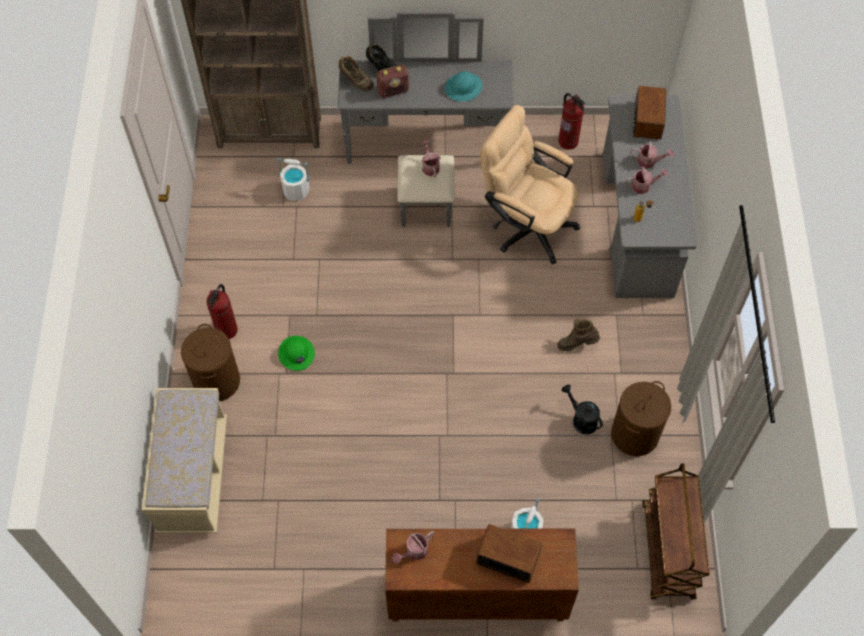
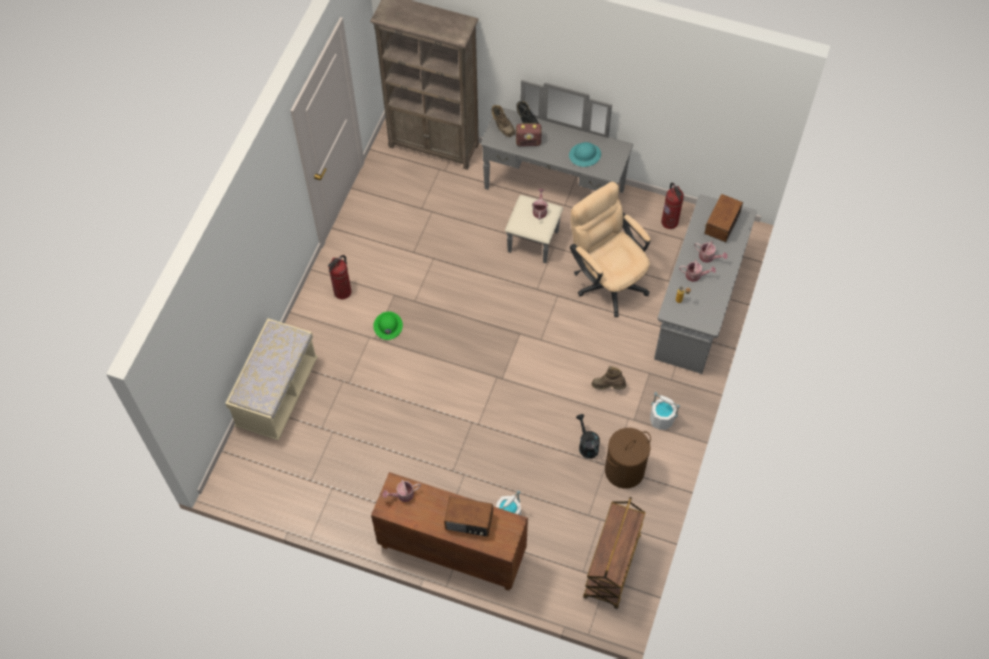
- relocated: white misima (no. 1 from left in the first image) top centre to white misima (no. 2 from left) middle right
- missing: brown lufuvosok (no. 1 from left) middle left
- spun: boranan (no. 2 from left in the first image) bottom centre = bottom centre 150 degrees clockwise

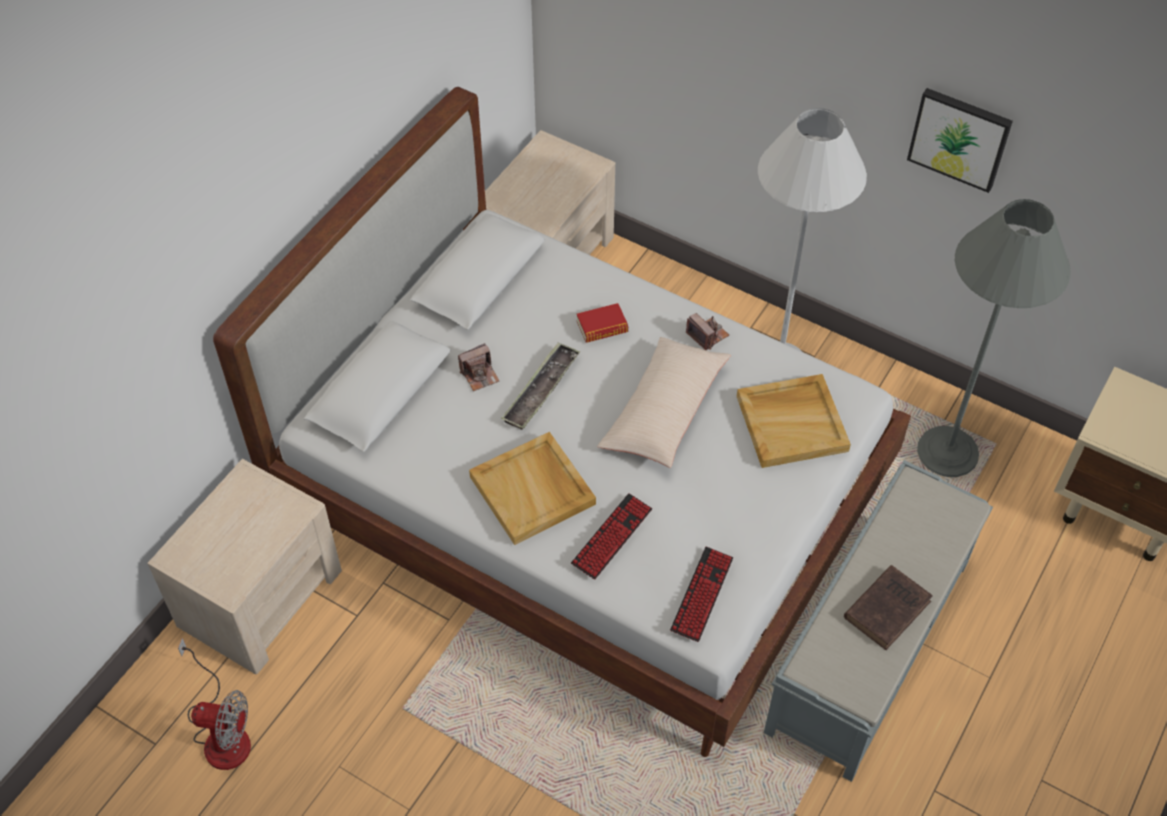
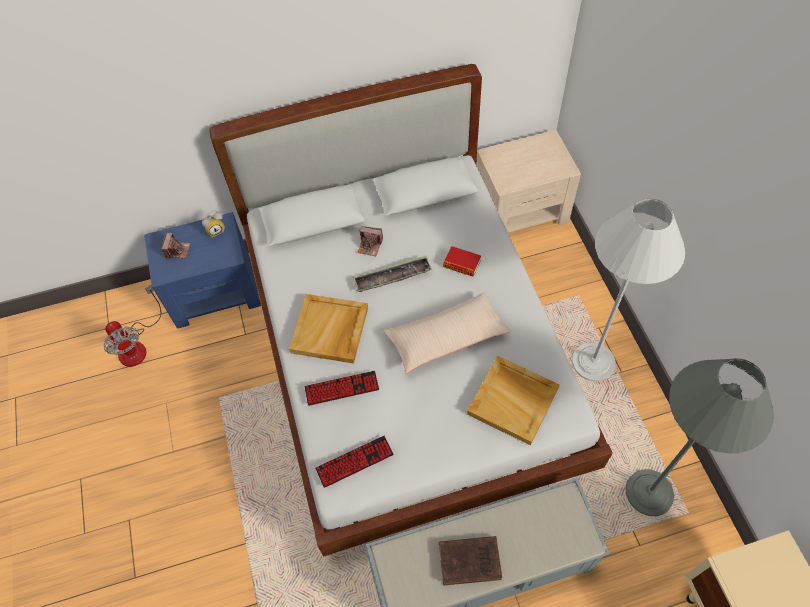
- missing: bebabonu top right
- relocated: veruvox (no. 2 from left in the first image) centre to veruvox (no. 1 from left) middle left
- colour: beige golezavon (no. 1 from left) bottom left to blue golezavon middle left
- appeared: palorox middle left

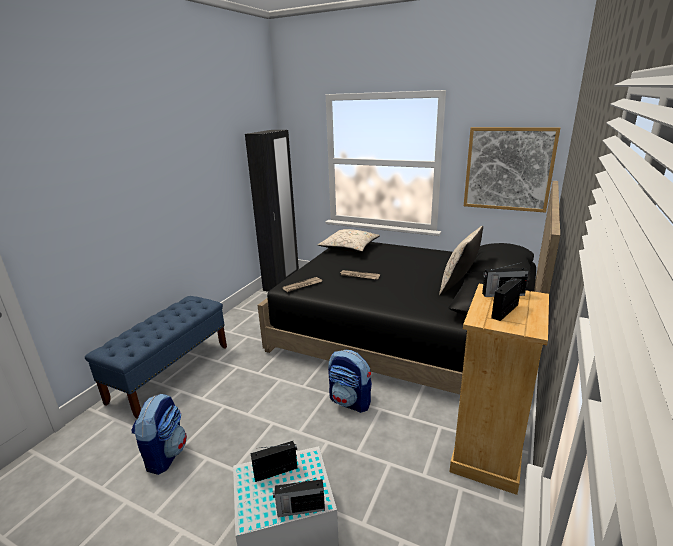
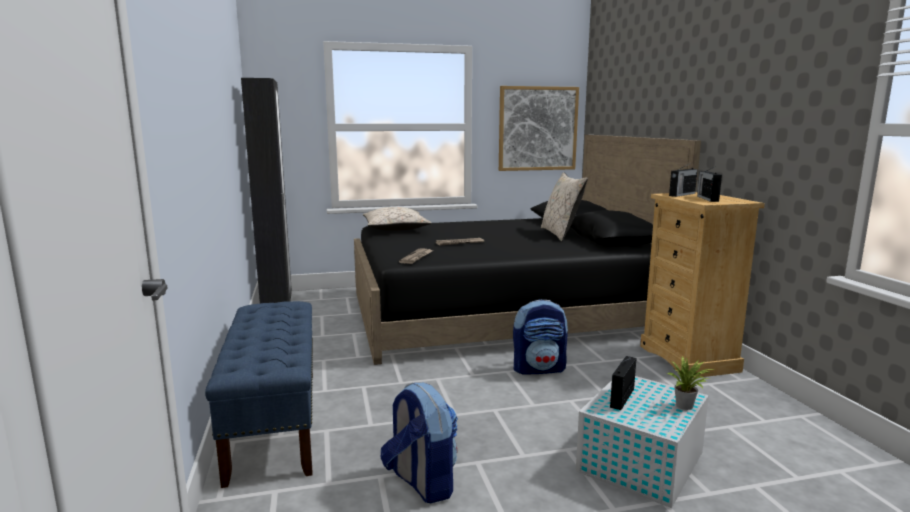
- exchanged: boranan (no. 2 from left) bottom centre to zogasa bottom right

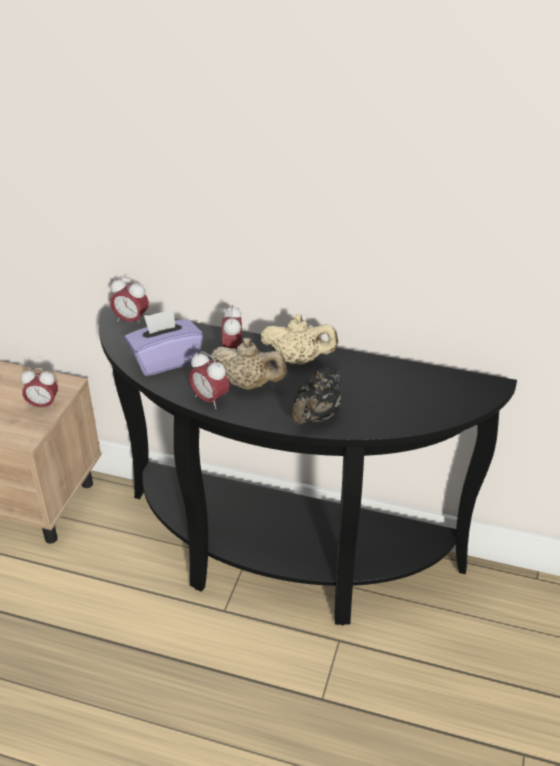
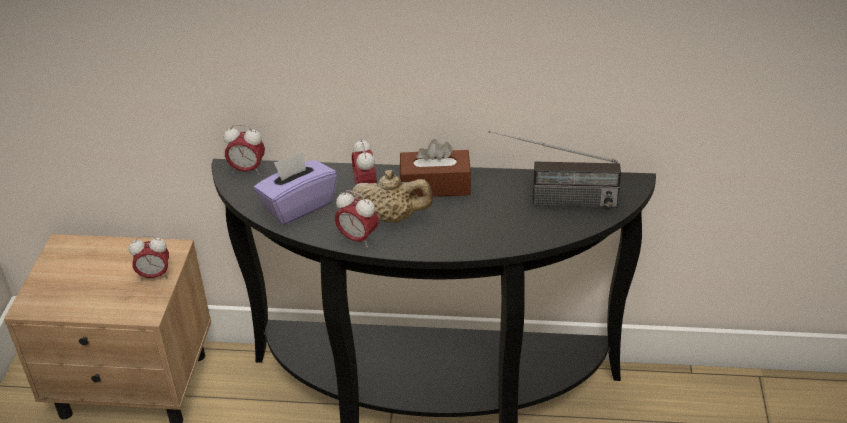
- exchanged: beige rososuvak (no. 2 from left) centre to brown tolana centre
- missing: black rososuvak centre
- appeared: boranan centre

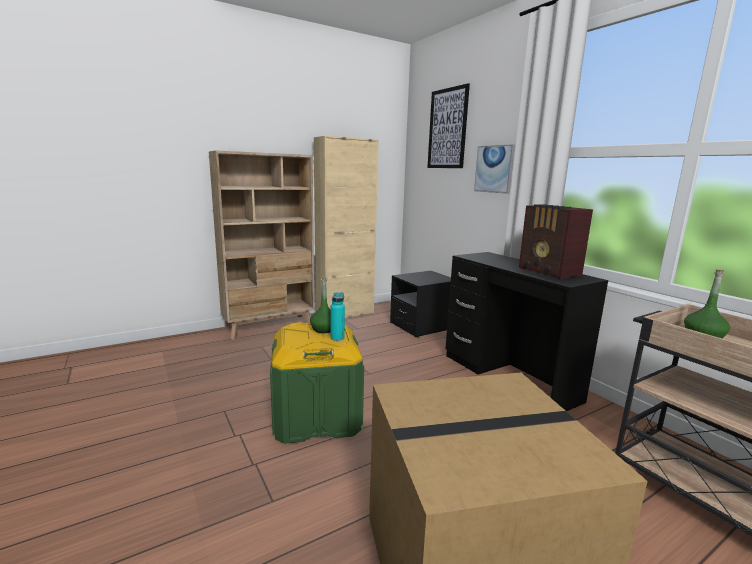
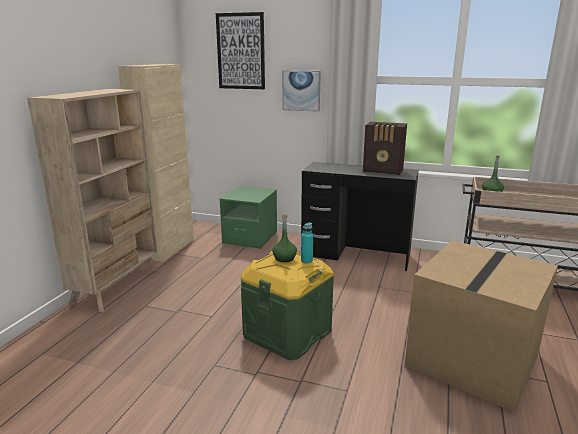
- colour: black golezavon centre to green golezavon centre

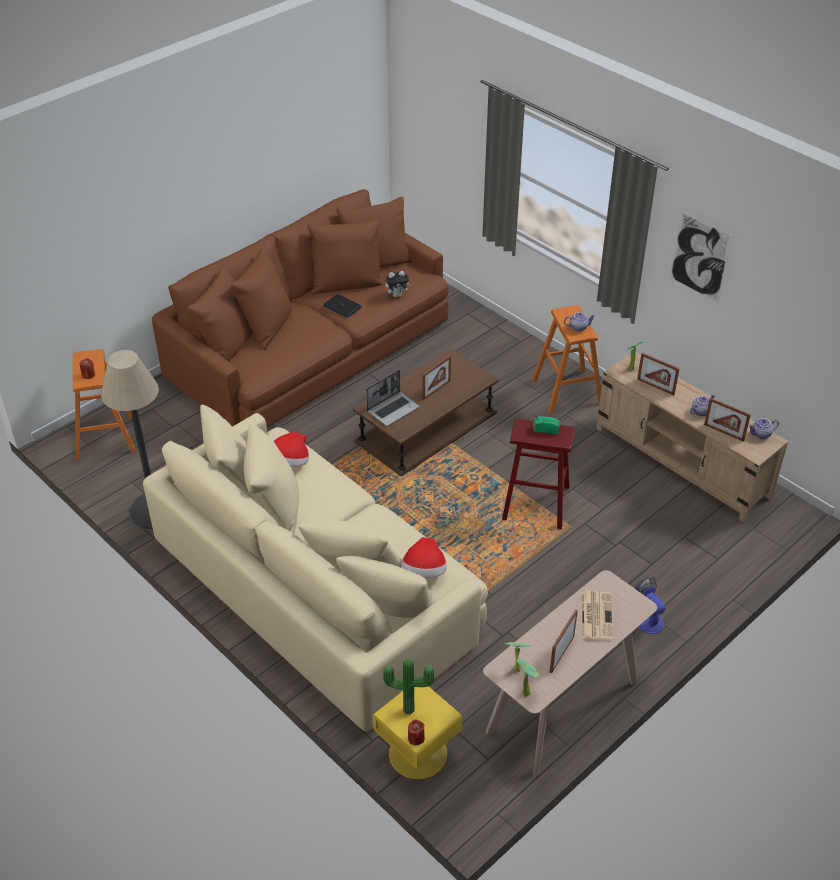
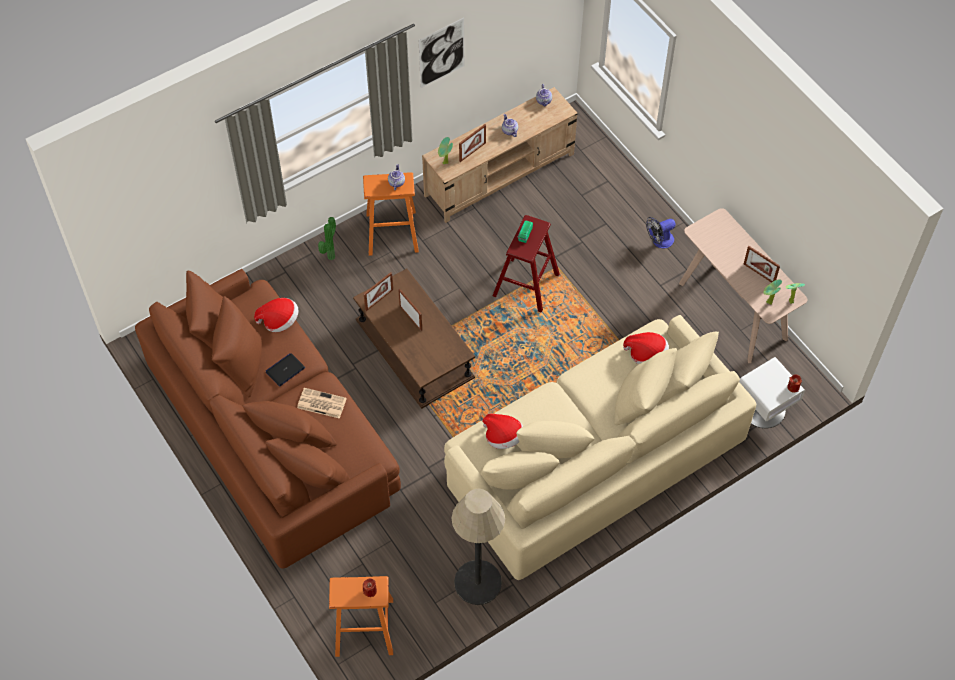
- exchanged: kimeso top centre to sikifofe (no. 1 from left) middle left
- missing: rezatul (no. 2 from left) centre
- relocated: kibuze (no. 4 from left in the first image) middle right to kibuze (no. 1 from left) centre
- relocated: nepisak bottom right to centre
- relocated: zogasa (no. 1 from left) bottom centre to centre
- colour: yellow golezavon bottom centre to white golezavon middle right

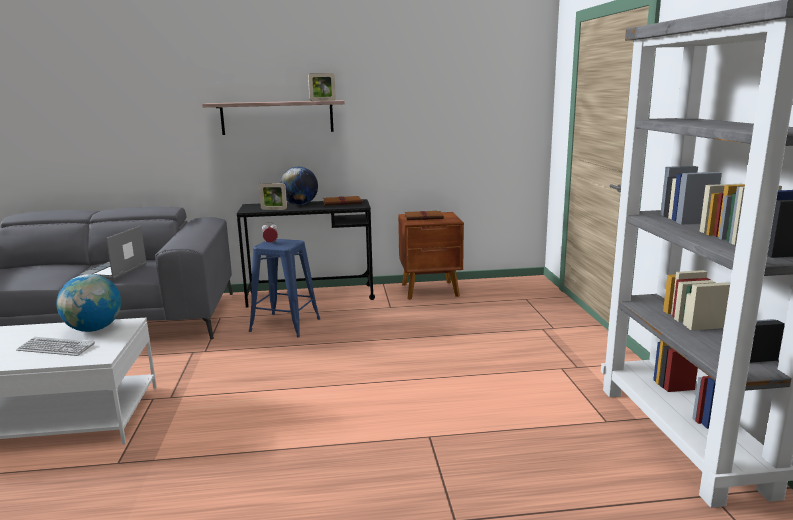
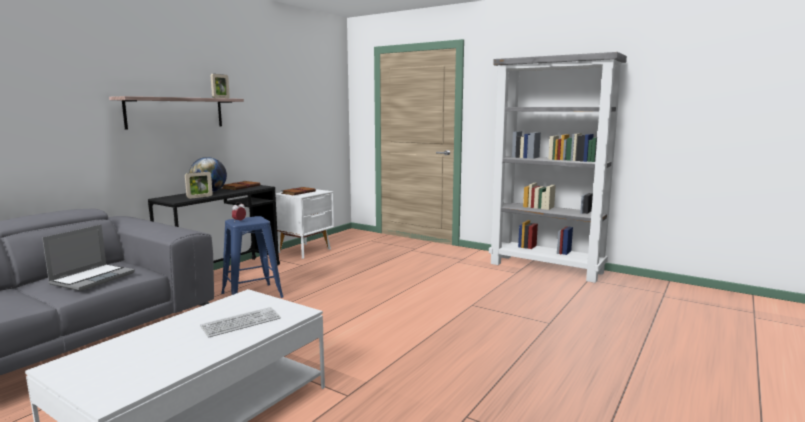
- colour: brown golezavon centre to white golezavon centre
- spun: rezatul middle left = middle left 120 degrees counterclockwise
- missing: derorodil (no. 1 from left) middle left

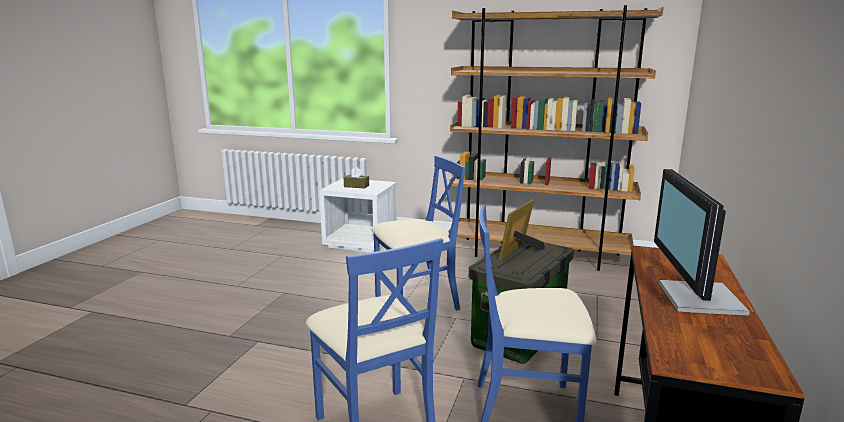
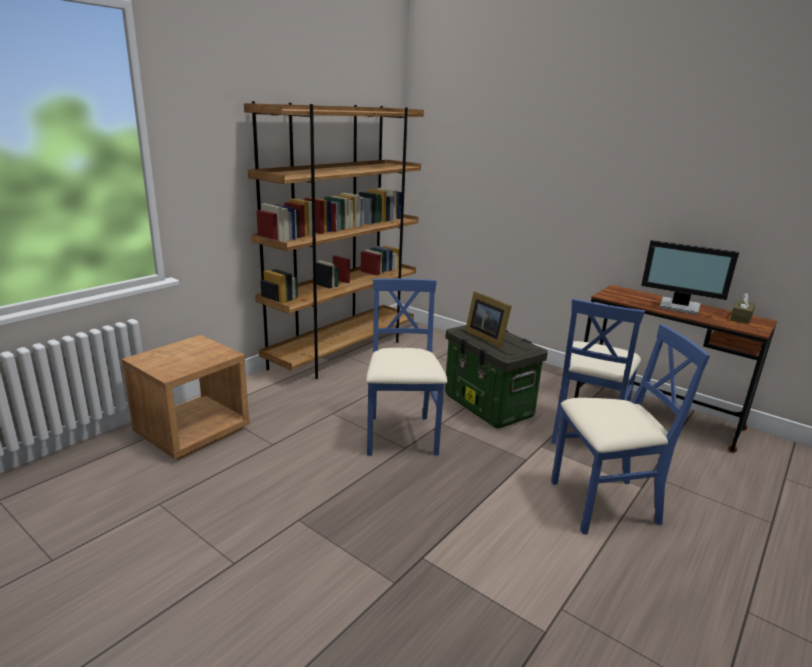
- relocated: brown tolana centre to middle right
- colour: white golezavon centre to brown golezavon middle left

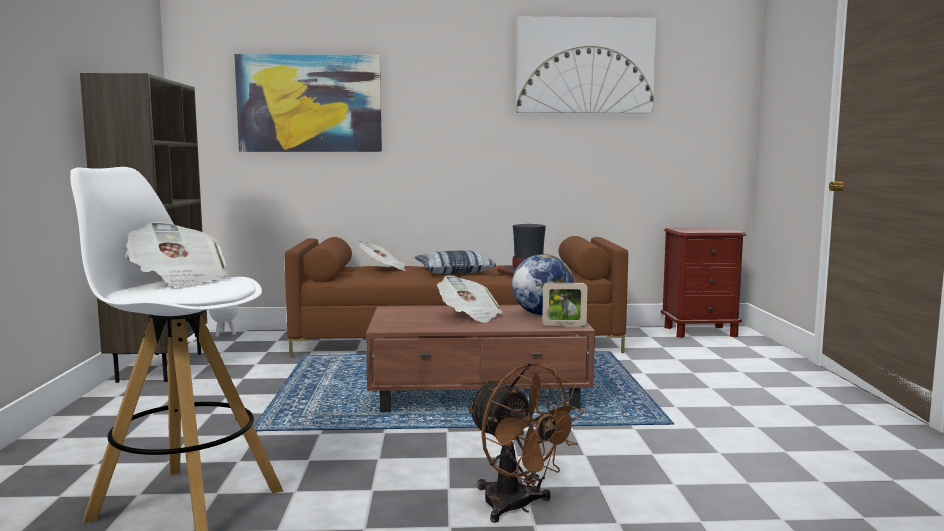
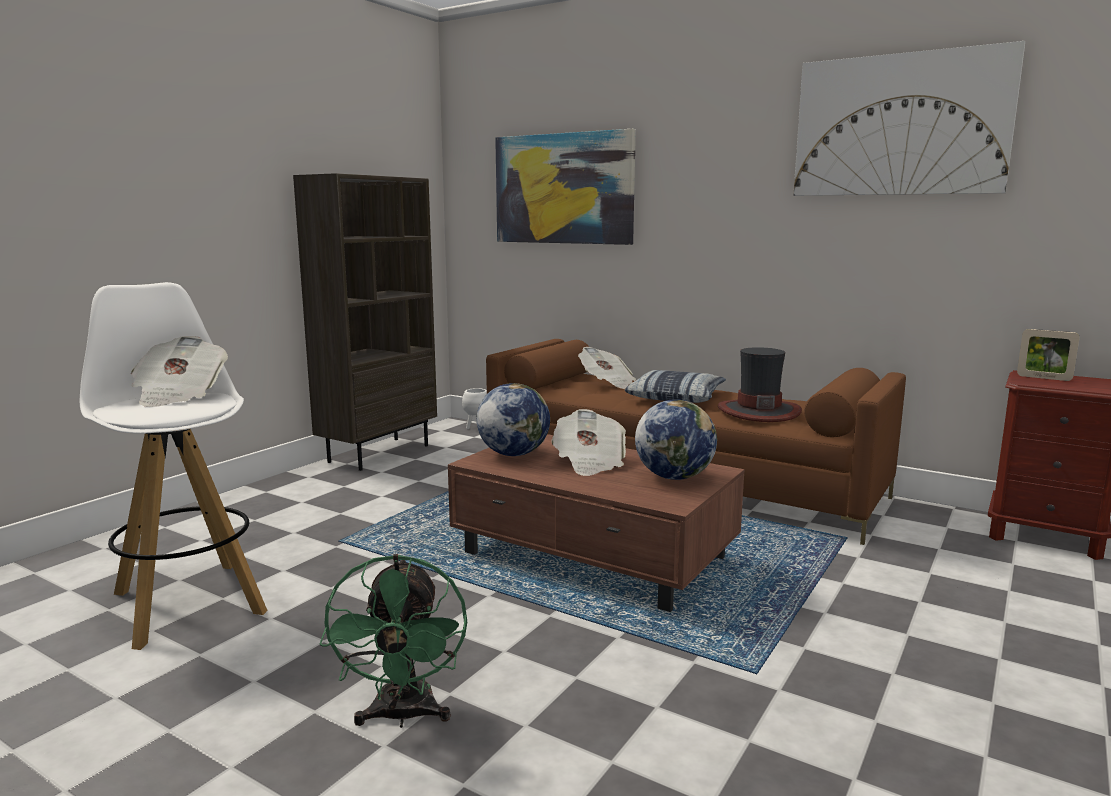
- relocated: kibuze centre to middle right
- colour: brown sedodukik bottom centre to green sedodukik bottom centre
- appeared: derorodil (no. 1 from left) centre

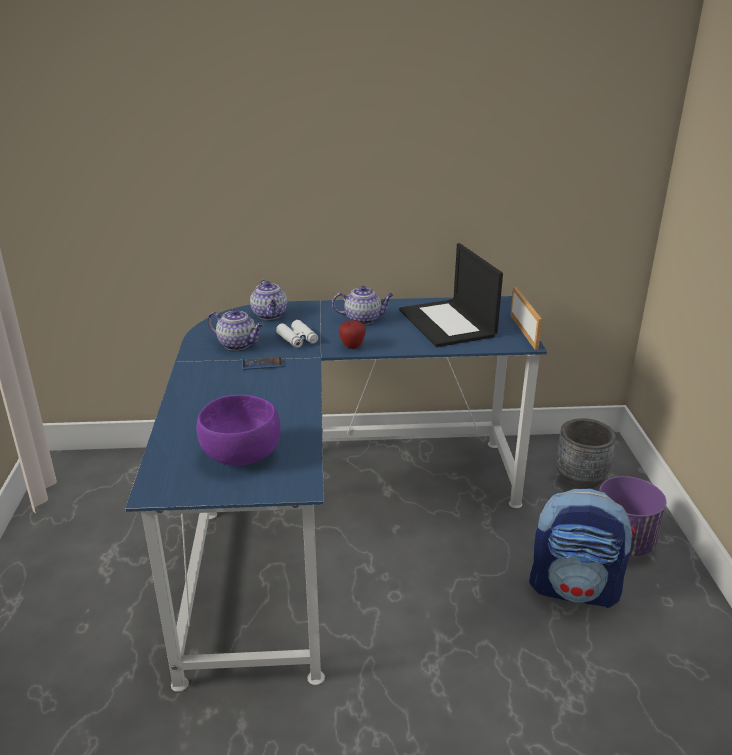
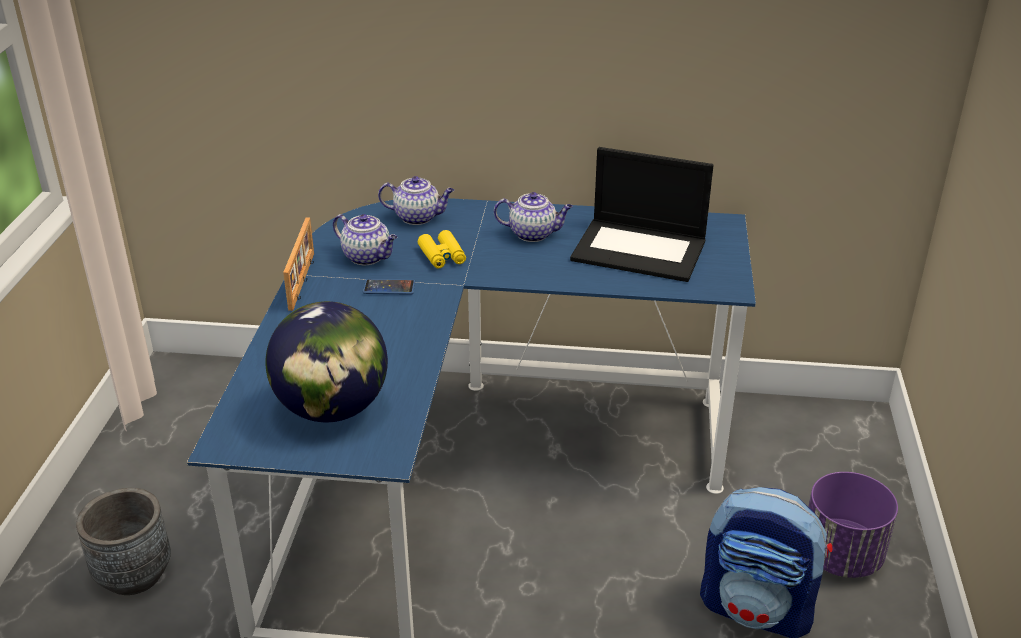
- spun: rezatul centre = centre 60 degrees counterclockwise
- spun: rososuvak (no. 2 from left) centre = top centre 75 degrees counterclockwise
- relocated: kibuze middle right to middle left
- colour: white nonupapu centre to yellow nonupapu centre
- missing: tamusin centre
- exchanged: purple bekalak middle left to derorodil middle left
- relocated: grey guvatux middle right to bottom left

